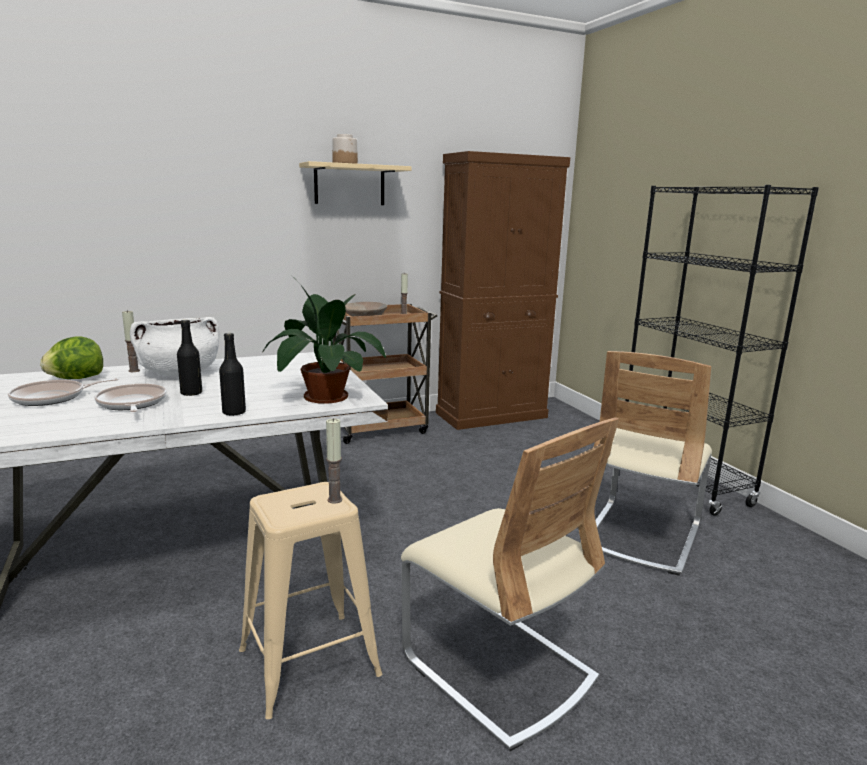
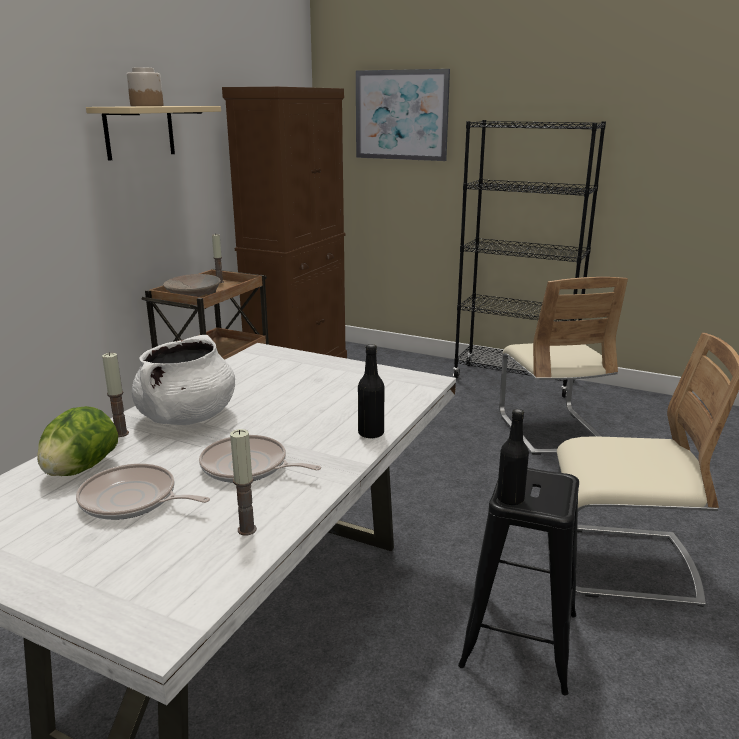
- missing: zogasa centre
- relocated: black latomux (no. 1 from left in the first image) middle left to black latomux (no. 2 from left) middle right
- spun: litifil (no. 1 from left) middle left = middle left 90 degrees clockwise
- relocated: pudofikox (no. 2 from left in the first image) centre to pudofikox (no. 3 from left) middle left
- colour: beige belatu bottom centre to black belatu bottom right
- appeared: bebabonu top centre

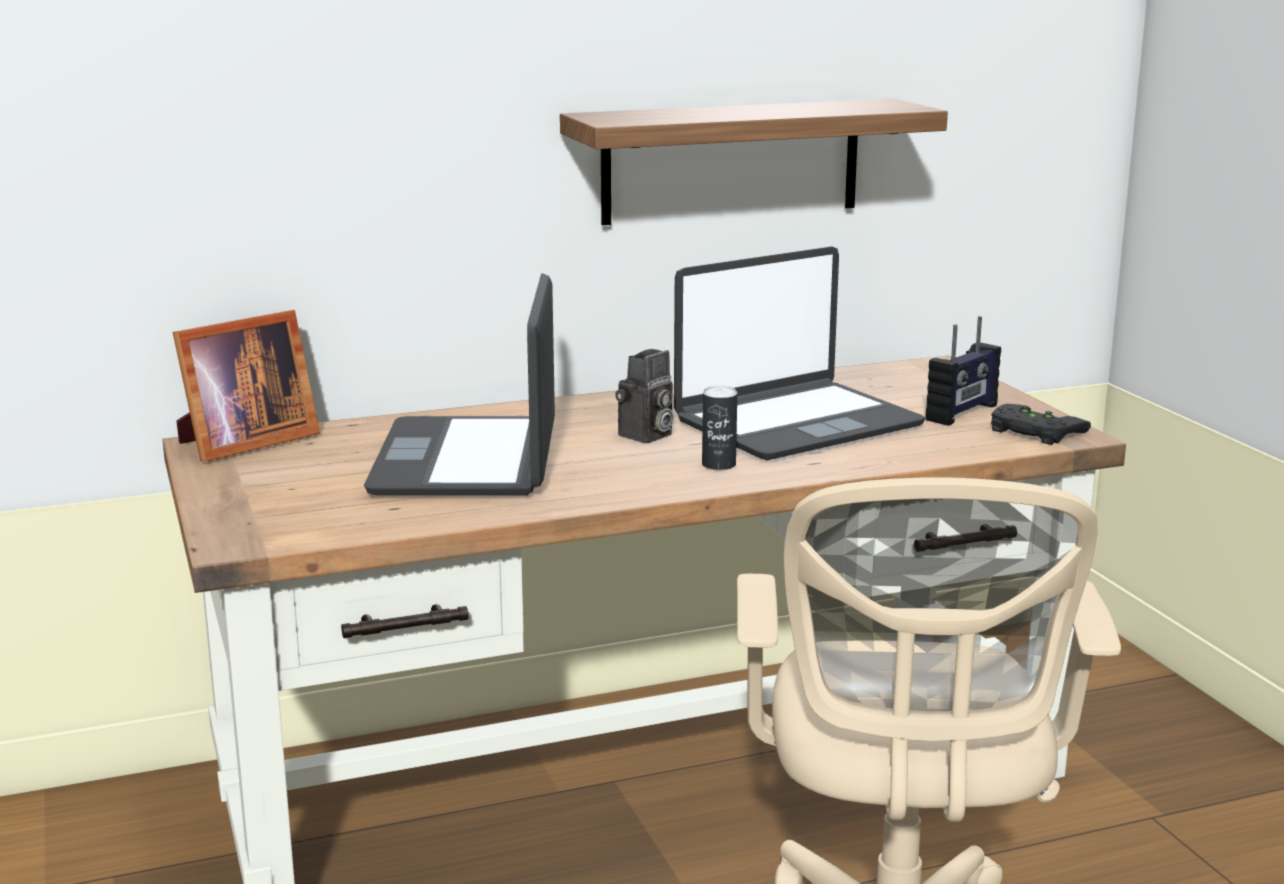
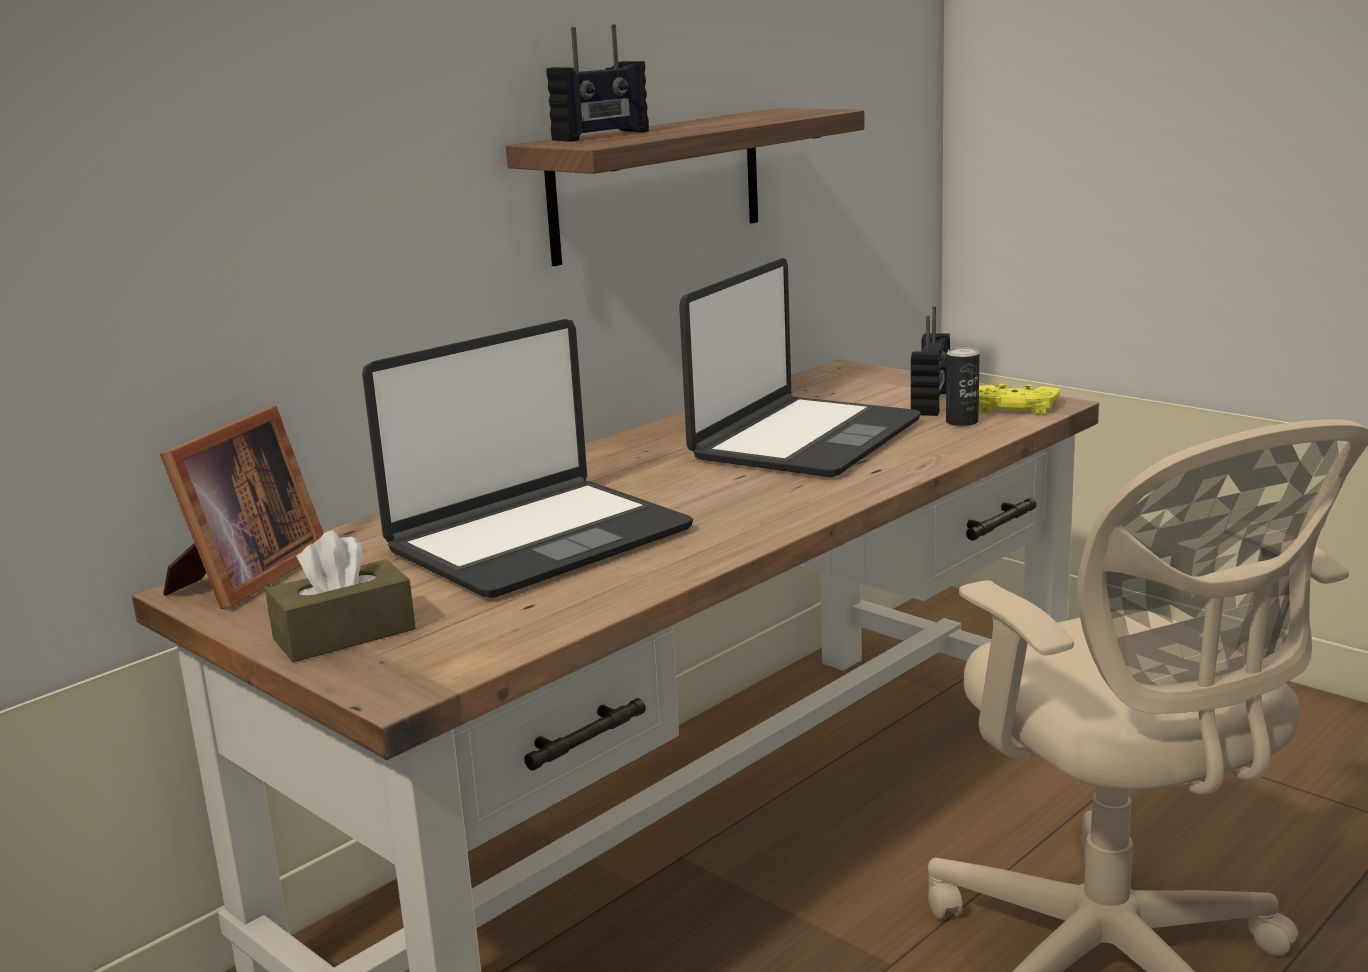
- spun: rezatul (no. 1 from left) centre = centre 105 degrees counterclockwise
- missing: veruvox centre
- relocated: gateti centre to middle right
- colour: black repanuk middle right to yellow repanuk middle right
- appeared: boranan (no. 1 from left) top centre
- appeared: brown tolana middle left

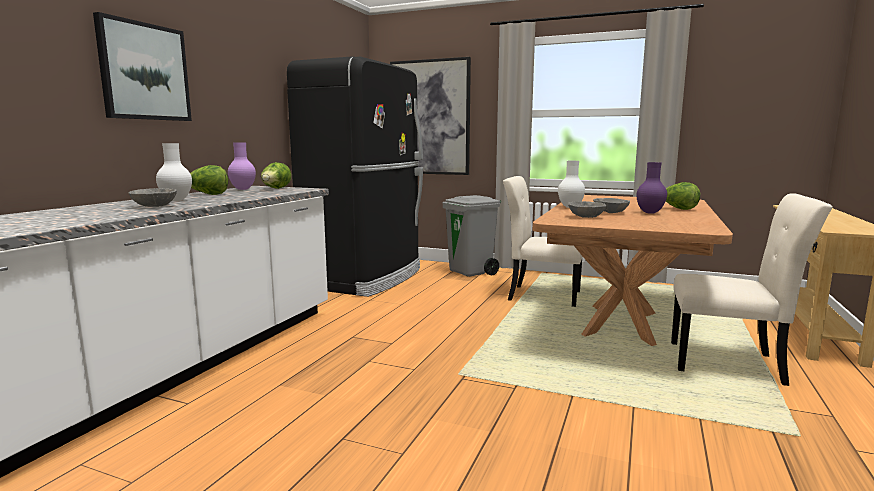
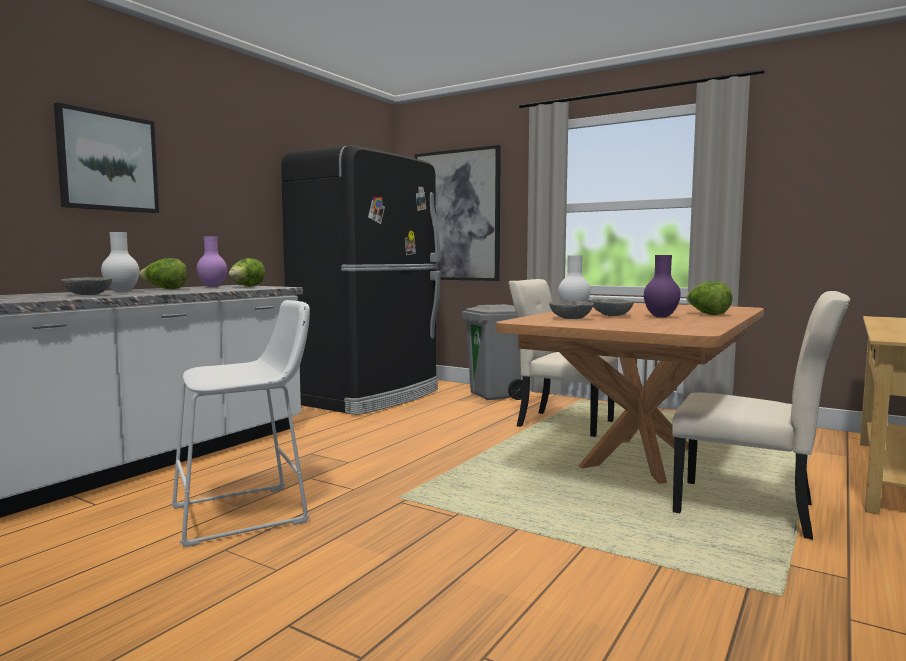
- appeared: white belatu middle left

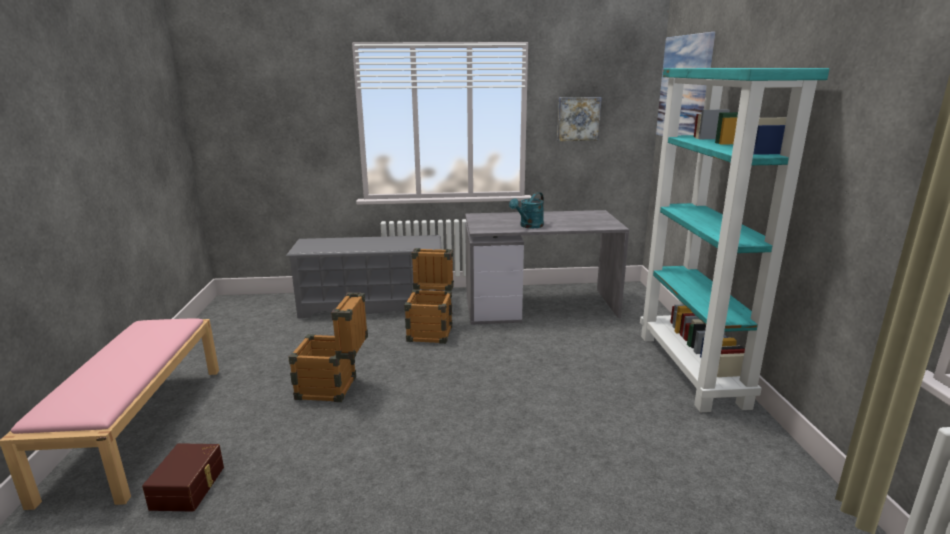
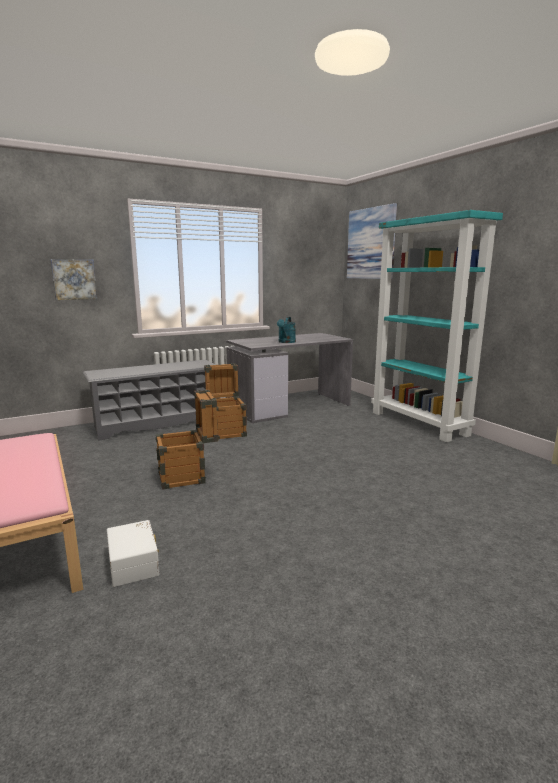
- relocated: bebabonu (no. 1 from left) top centre to middle left
- colour: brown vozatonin bottom left to white vozatonin bottom left

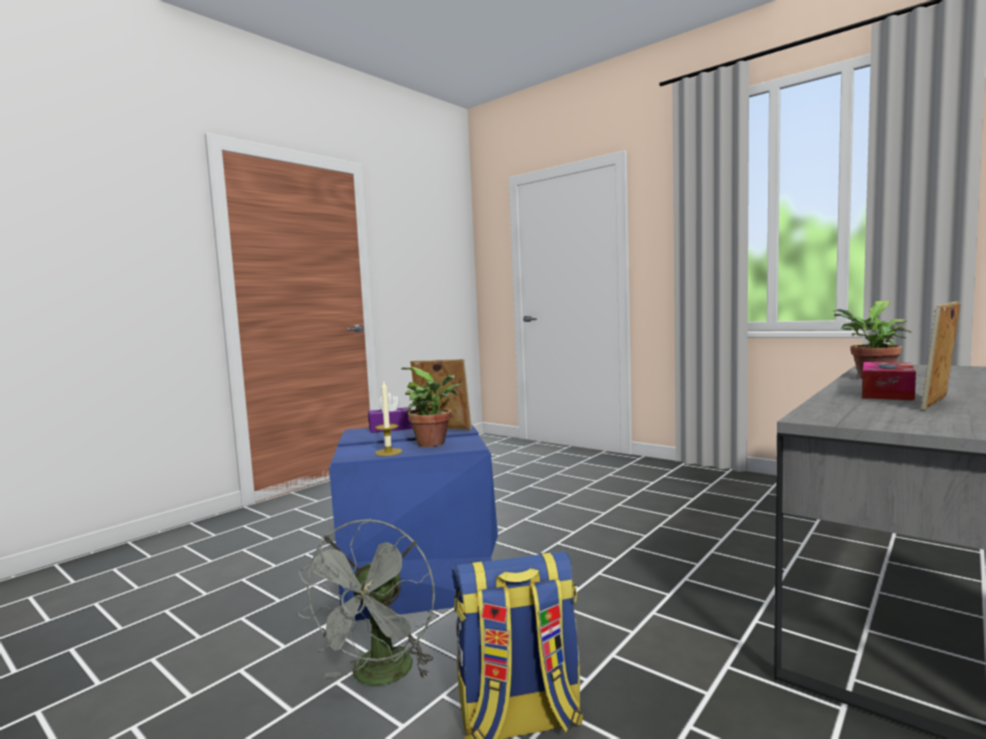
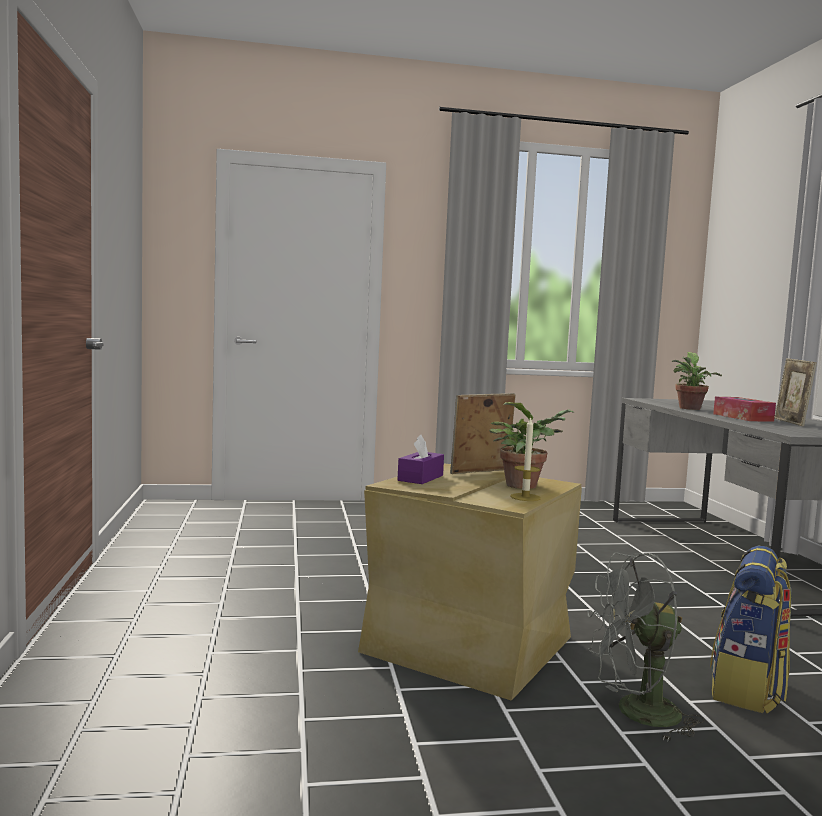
- colour: blue vozatonin bottom centre to beige vozatonin bottom centre
- spun: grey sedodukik bottom centre = bottom right 120 degrees clockwise

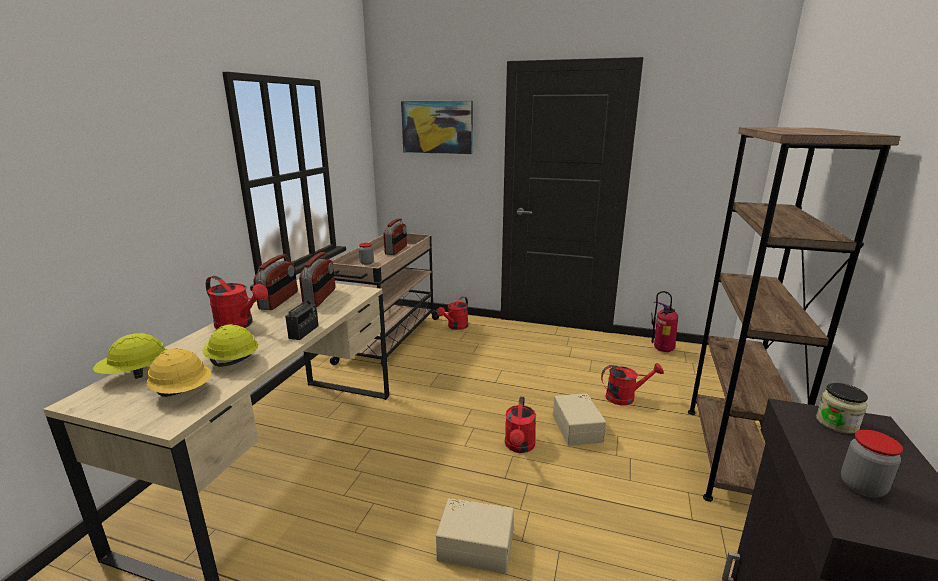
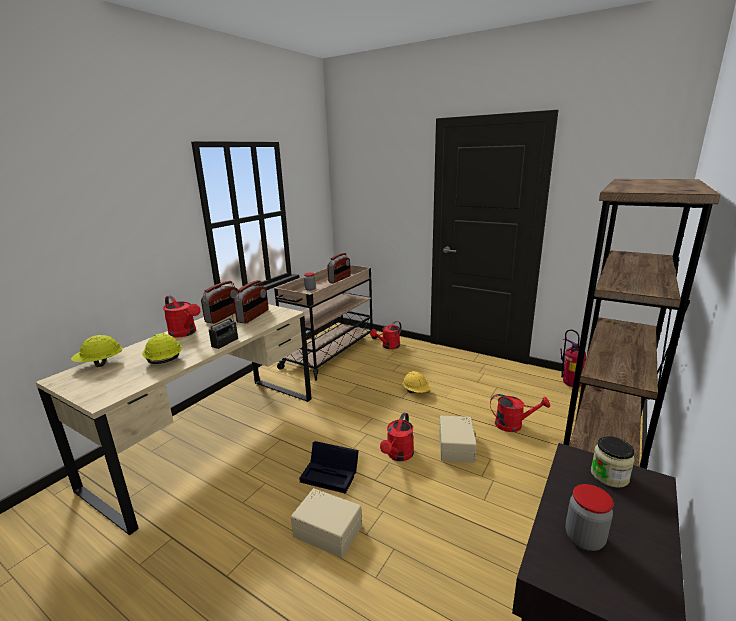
- missing: bebabonu top centre
- relocated: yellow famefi (no. 2 from left in the first image) middle left to yellow famefi (no. 3 from left) centre
- appeared: black vozatonin bottom centre

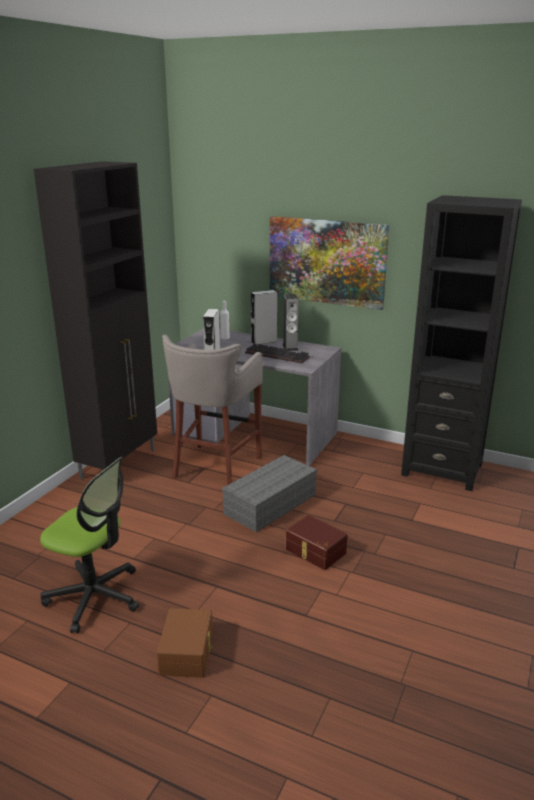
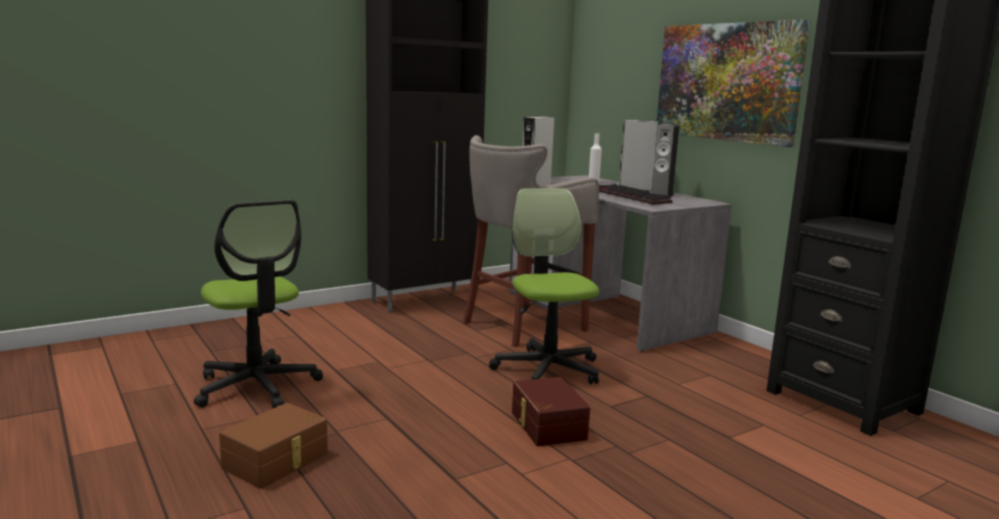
- exchanged: grey vozatonin centre to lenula (no. 2 from left) centre

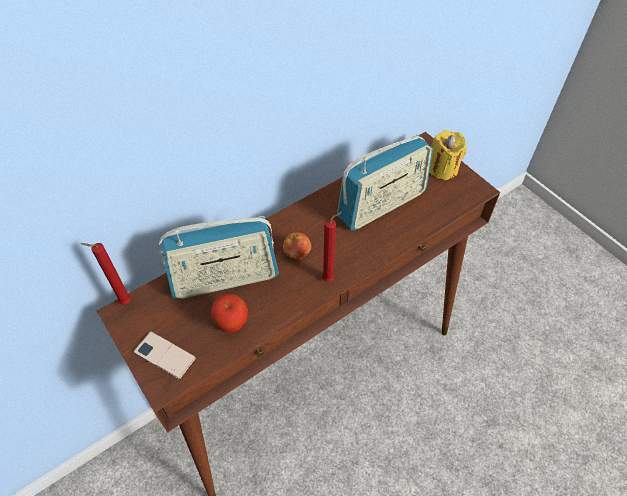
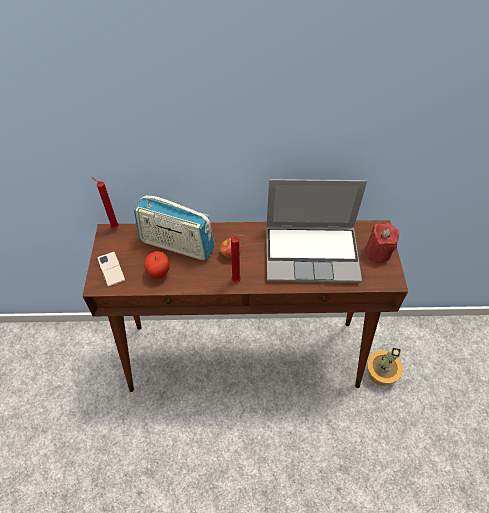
- colour: yellow pudofikox top right to red pudofikox (no. 3 from left) middle right
- exchanged: boranan (no. 2 from left) centre to rezatul centre
- appeared: zogasa bottom right

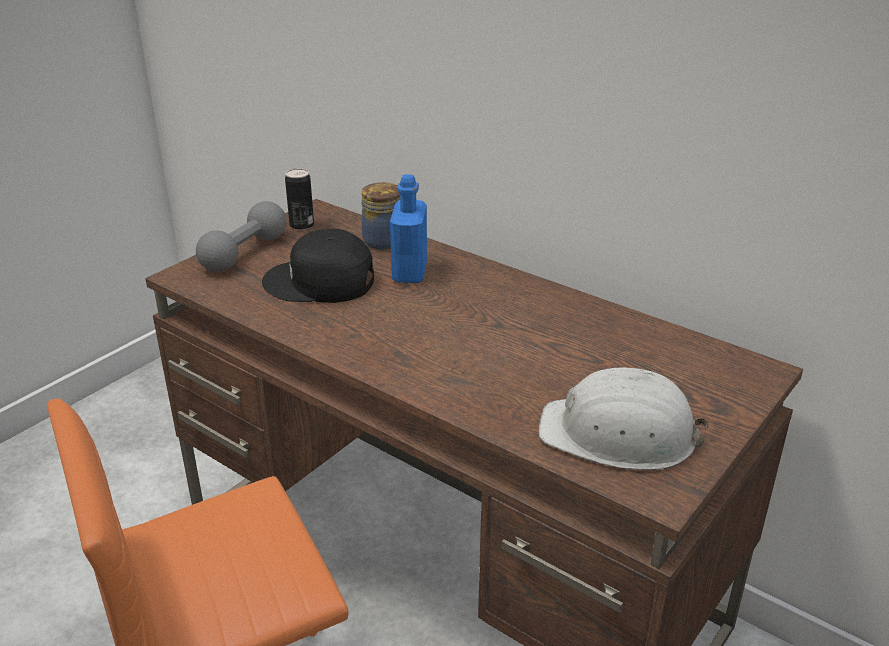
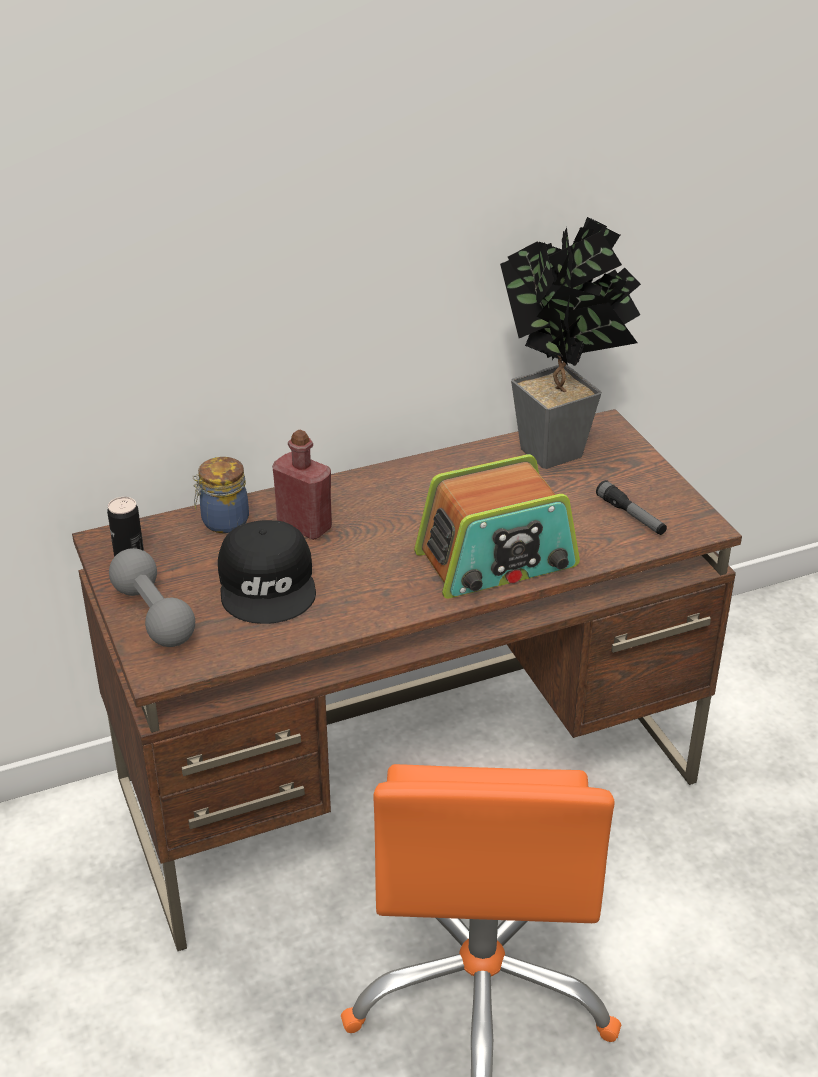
- colour: blue latomux centre to red latomux centre
- spun: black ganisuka centre = middle left 45 degrees counterclockwise
- exchanged: white famefi middle right to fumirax middle right
- appeared: zogasa top right
- appeared: boranan centre

